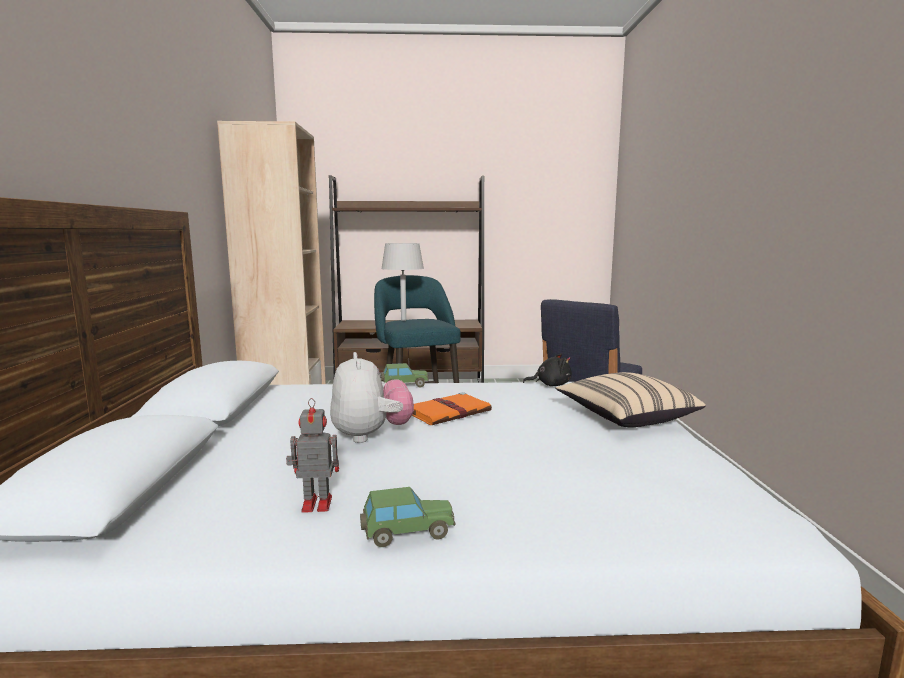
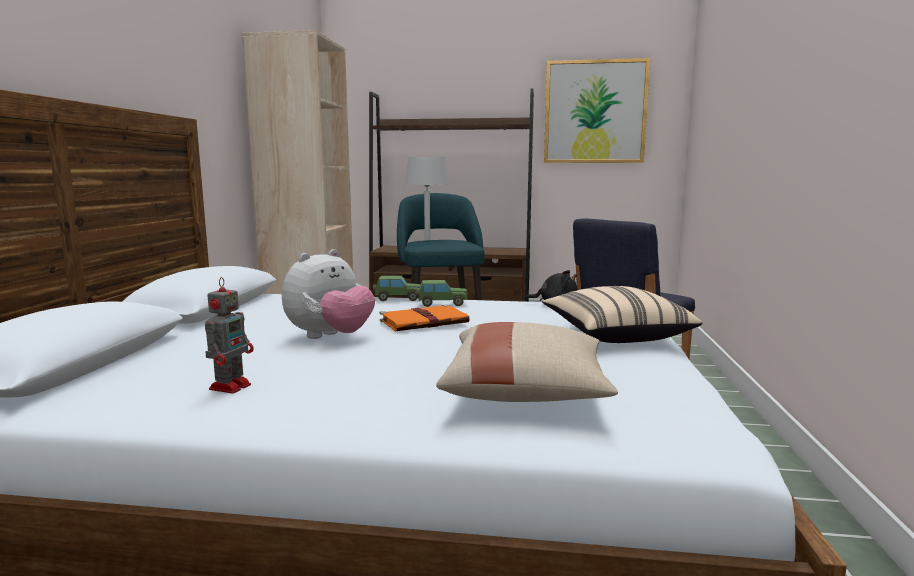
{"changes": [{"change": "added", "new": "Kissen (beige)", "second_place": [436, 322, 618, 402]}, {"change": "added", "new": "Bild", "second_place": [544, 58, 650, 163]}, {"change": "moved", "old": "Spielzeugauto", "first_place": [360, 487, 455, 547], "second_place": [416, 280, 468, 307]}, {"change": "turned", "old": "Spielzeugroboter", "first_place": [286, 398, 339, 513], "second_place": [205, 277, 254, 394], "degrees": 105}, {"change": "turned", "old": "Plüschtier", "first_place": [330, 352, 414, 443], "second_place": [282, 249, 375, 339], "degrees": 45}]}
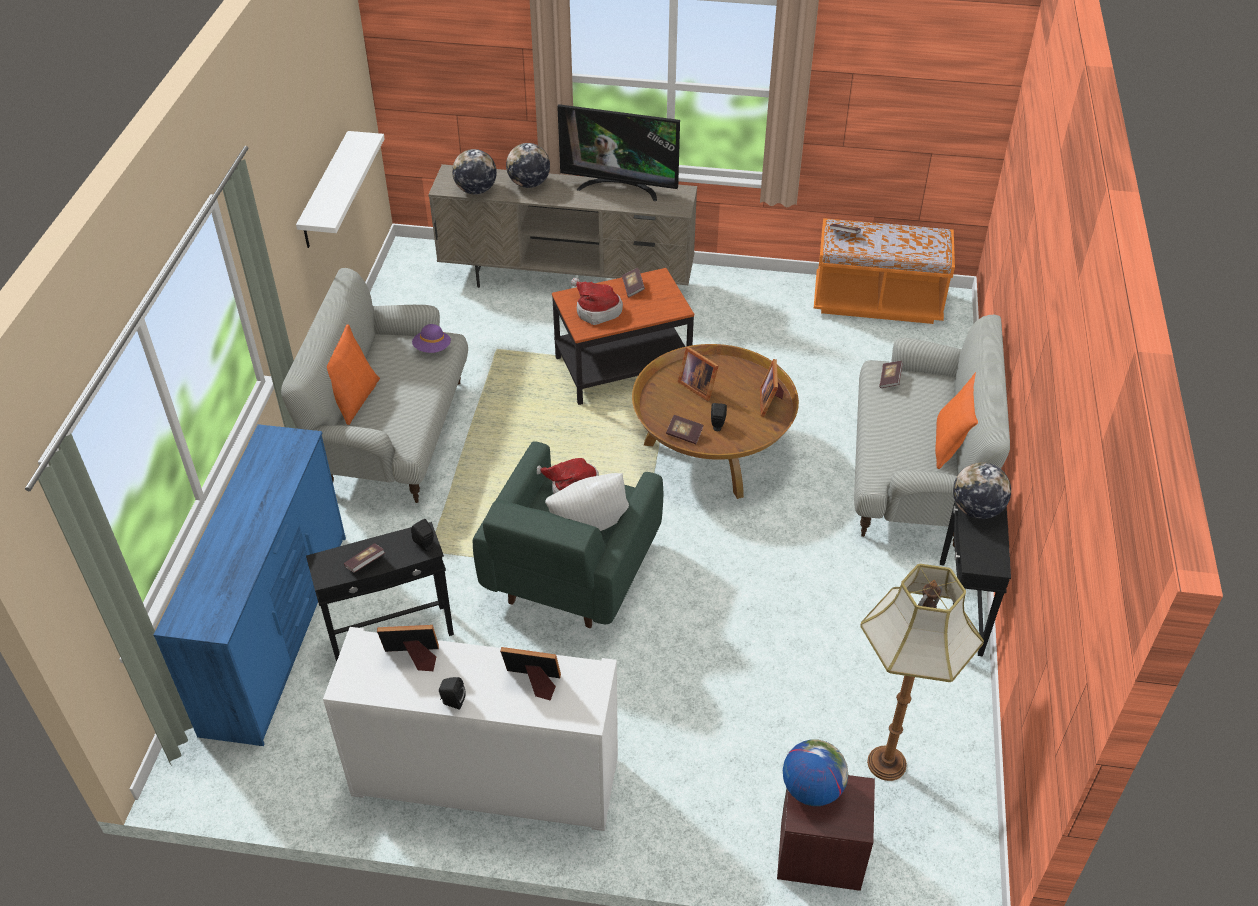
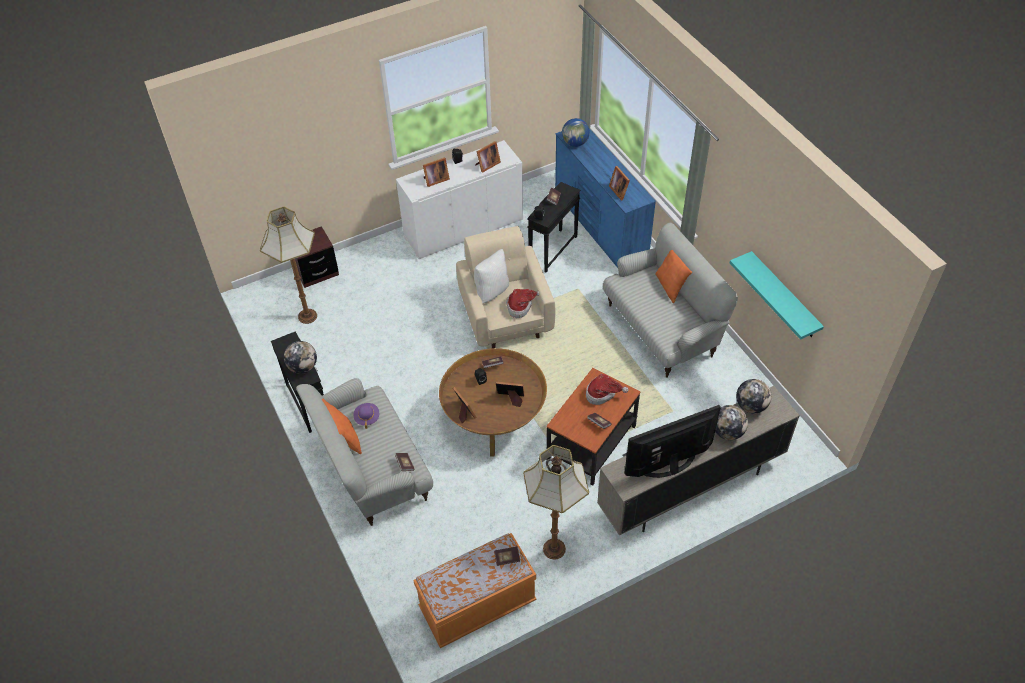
{"changes": [{"change": "added", "new": "Stehlampe", "second_place": [523, 445, 589, 560]}, {"change": "added", "new": "Bilderrahmen", "second_place": [609, 166, 630, 201]}, {"change": "moved", "old": "Hut (lila)", "first_place": [412, 324, 451, 353], "second_place": [353, 403, 379, 429]}, {"change": "moved", "old": "Globus", "first_place": [783, 740, 848, 806], "second_place": [562, 118, 590, 147]}, {"change": "recoloured", "old": "Wandregal (weiß)", "new": "Wandregal (türkis)", "first_place": [296, 131, 385, 248], "second_place": [730, 251, 824, 340]}, {"change": "recoloured", "old": "Sessel (grün)", "new": "Sessel (beige)", "first_place": [473, 441, 663, 628], "second_place": [456, 226, 555, 348]}]}
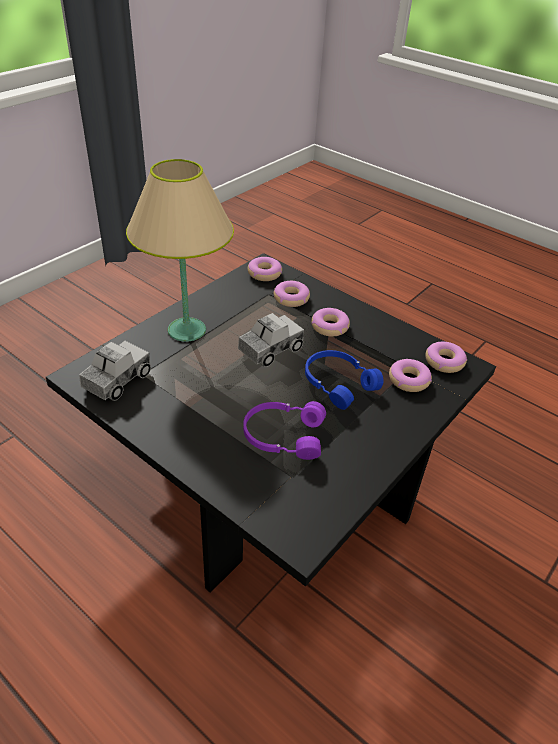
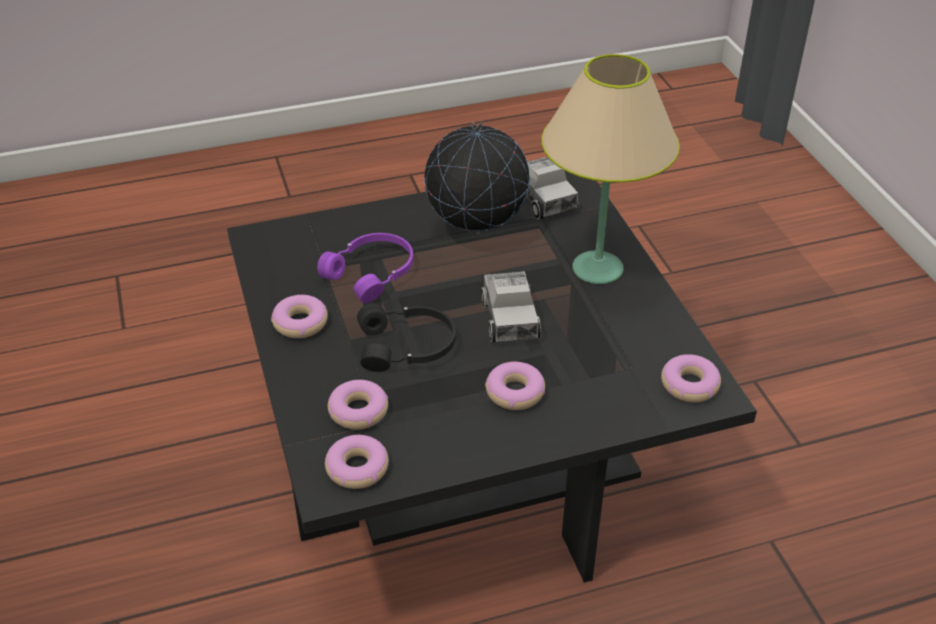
{"changes": [{"change": "added", "new": "Globus", "second_place": [424, 122, 530, 234]}, {"change": "moved", "old": "Donut", "first_place": [273, 281, 310, 307], "second_place": [271, 295, 328, 338]}, {"change": "recoloured", "old": "Kopfhörer (blau)", "new": "Kopfhörer (schwarz)", "first_place": [305, 350, 384, 410], "second_place": [357, 304, 456, 372]}]}
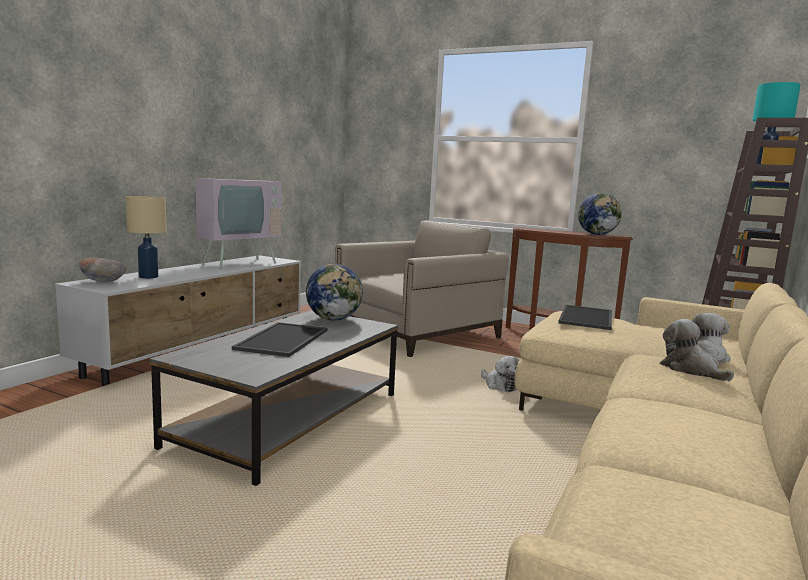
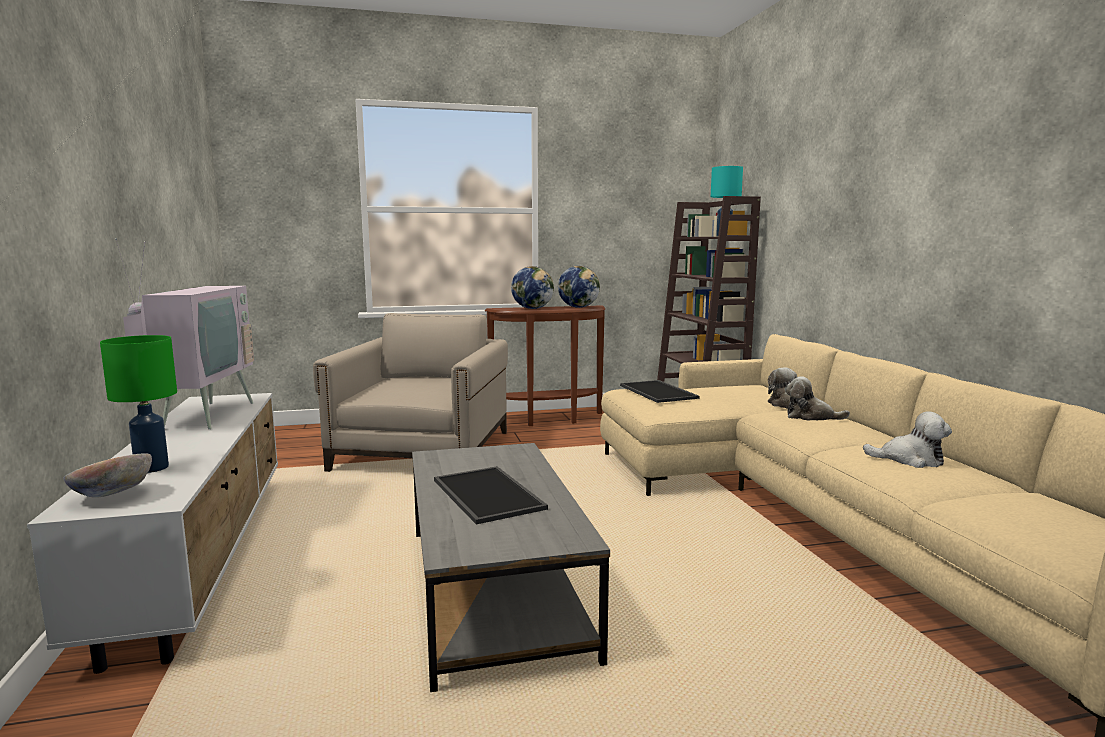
{"changes": [{"change": "moved", "old": "Globus", "first_place": [306, 264, 363, 320], "second_place": [511, 266, 554, 309]}, {"change": "moved", "old": "Plüschtier", "first_place": [481, 356, 519, 392], "second_place": [863, 411, 952, 468]}, {"change": "recoloured", "old": "Tischlampe (beige)", "new": "Tischlampe (grün)", "first_place": [126, 196, 167, 279], "second_place": [100, 335, 177, 473]}]}
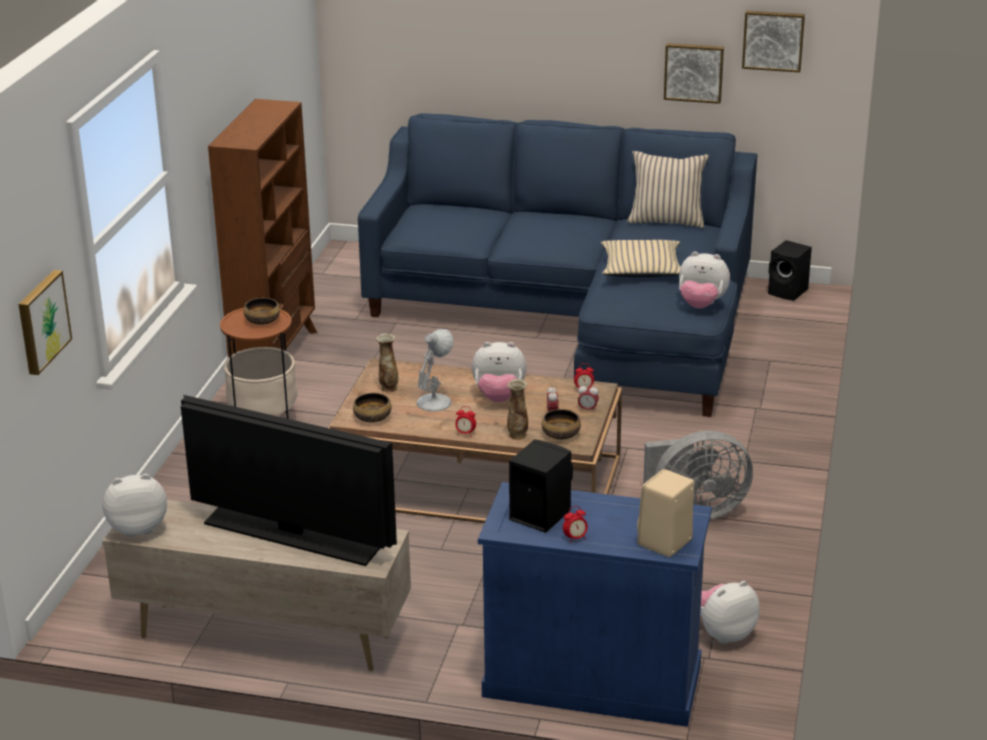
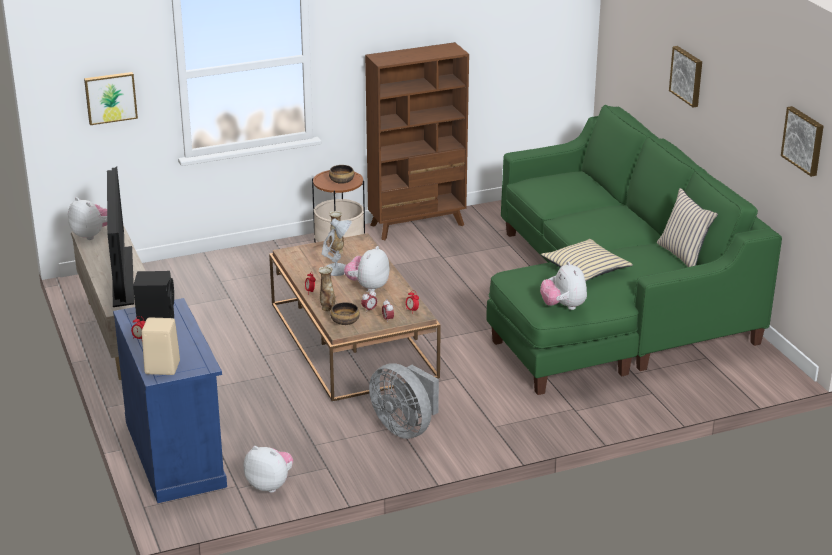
{"changes": [{"change": "removed", "old": "Schüssel", "first_place": [353, 393, 392, 423]}, {"change": "removed", "old": "Lautsprecher (schwarz)", "first_place": [768, 240, 812, 301]}, {"change": "moved", "old": "Bild", "first_place": [664, 43, 724, 104], "second_place": [669, 46, 702, 107]}, {"change": "recoloured", "old": "Sofa (blau)", "new": "Sofa (grün)", "first_place": [358, 113, 758, 417], "second_place": [487, 105, 782, 395]}, {"change": "turned", "old": "Plüschtier", "first_place": [472, 342, 527, 402], "second_place": [344, 246, 390, 292], "degrees": 60}]}
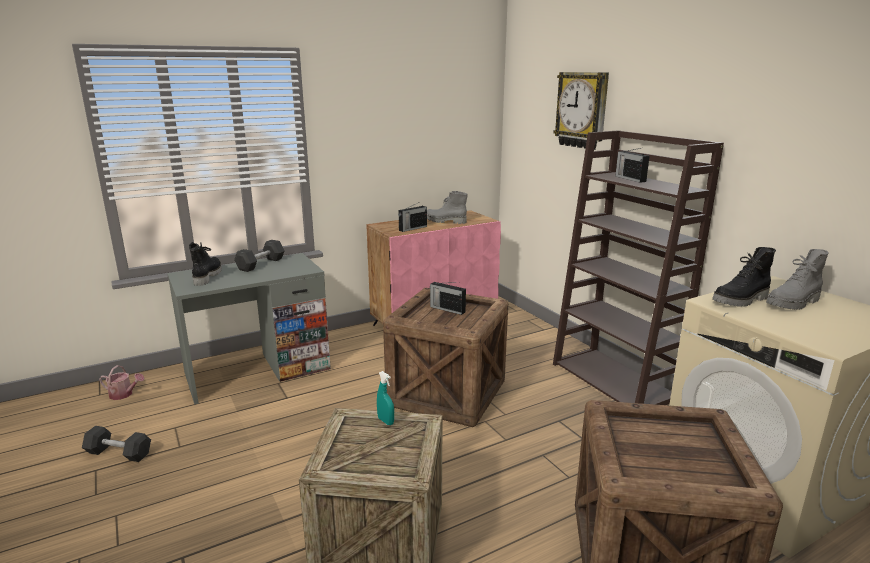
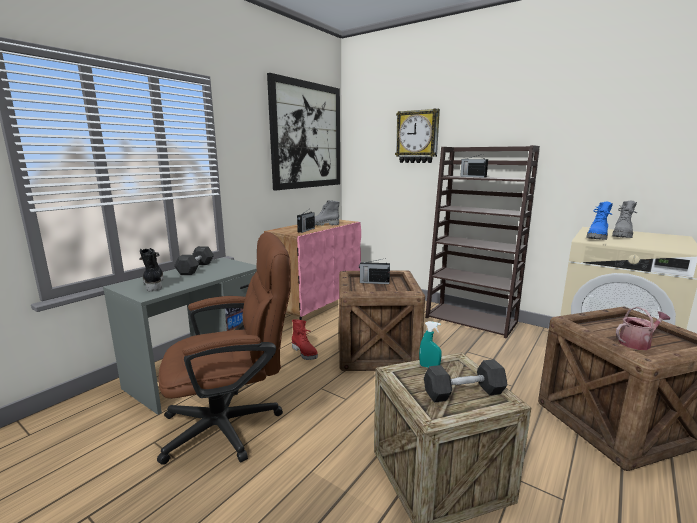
{"changes": [{"change": "added", "new": "Bürostuhl (braun)", "second_place": [157, 232, 291, 465]}, {"change": "added", "new": "Bild", "second_place": [267, 73, 340, 190]}, {"change": "added", "new": "Stiefel (rot)", "second_place": [292, 319, 318, 360]}, {"change": "moved", "old": "Hantel (grau)", "first_place": [82, 426, 151, 462], "second_place": [424, 359, 507, 403]}, {"change": "moved", "old": "Gießkanne", "first_place": [99, 365, 145, 400], "second_place": [616, 307, 670, 350]}, {"change": "recoloured", "old": "Stiefel (schwarz)", "new": "Stiefel (blau)", "first_place": [712, 247, 776, 307], "second_place": [586, 202, 613, 240]}]}
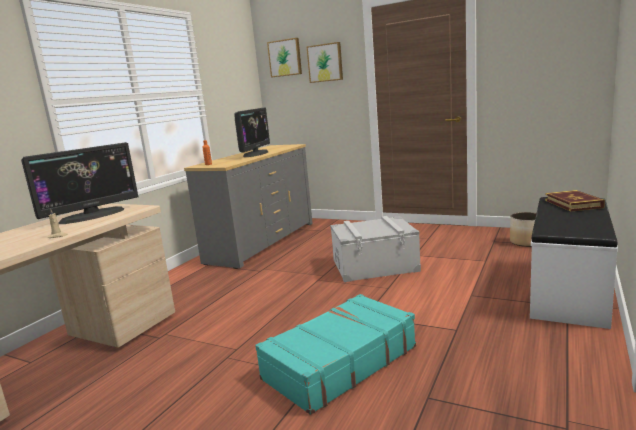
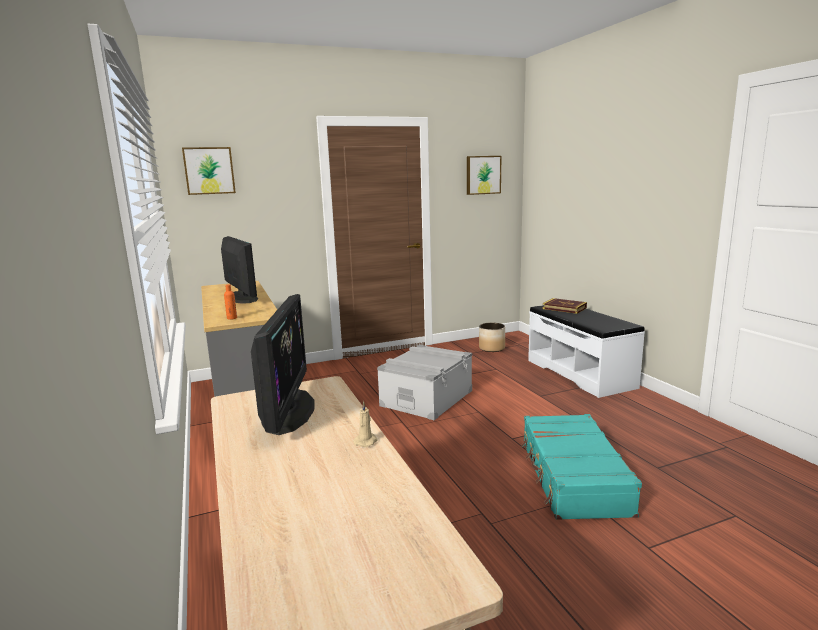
{"changes": [{"change": "moved", "old": "Bild", "first_place": [307, 42, 343, 83], "second_place": [467, 156, 501, 195]}]}
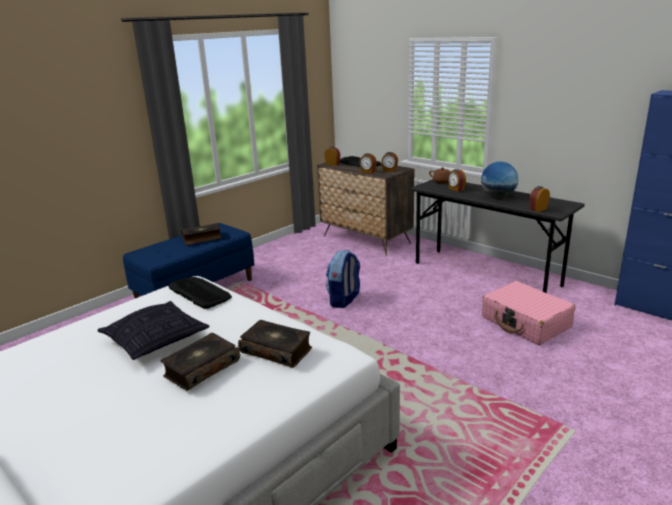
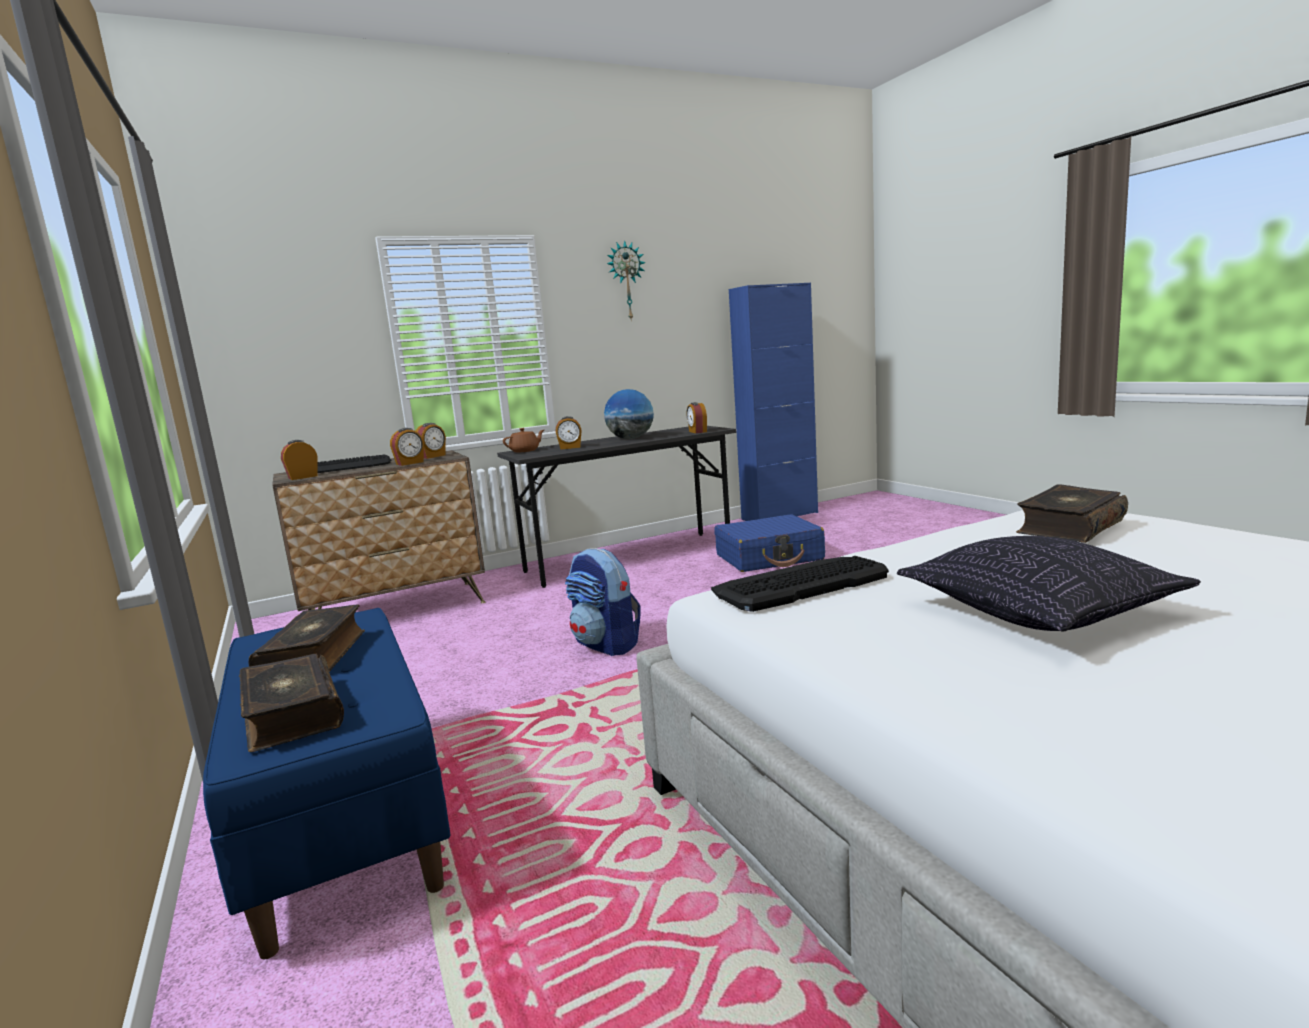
{"changes": [{"change": "added", "new": "Wanduhr", "second_place": [607, 240, 646, 319]}, {"change": "moved", "old": "Buch", "first_place": [160, 333, 240, 391], "second_place": [239, 653, 344, 752]}, {"change": "recoloured", "old": "Koffer (rosa)", "new": "Koffer (blau)", "first_place": [482, 281, 575, 345], "second_place": [715, 514, 825, 572]}]}
